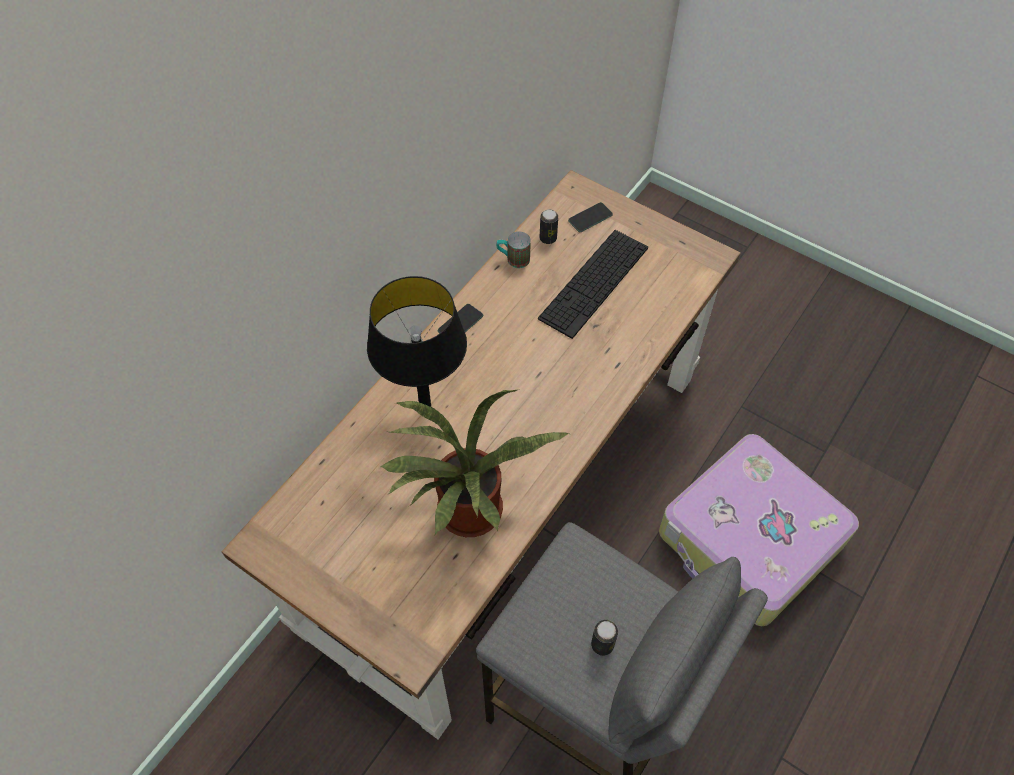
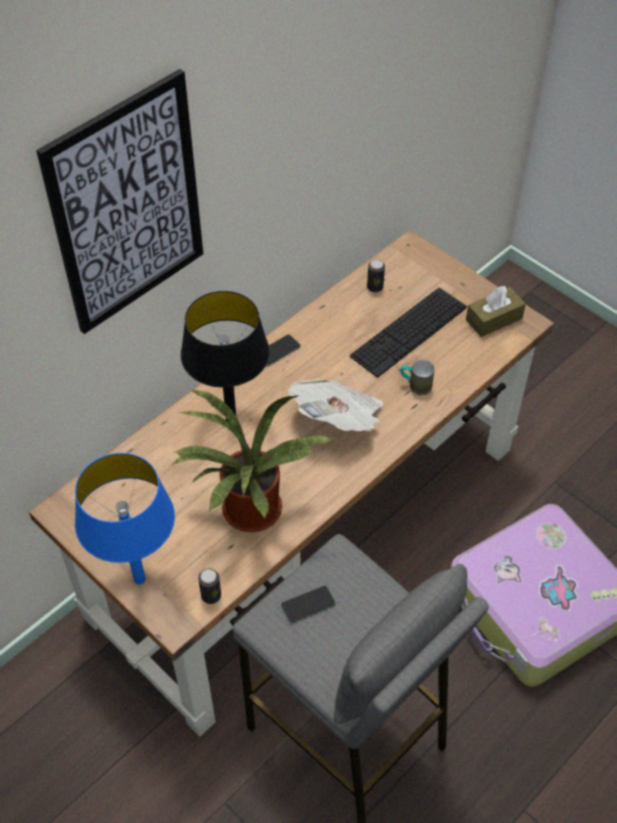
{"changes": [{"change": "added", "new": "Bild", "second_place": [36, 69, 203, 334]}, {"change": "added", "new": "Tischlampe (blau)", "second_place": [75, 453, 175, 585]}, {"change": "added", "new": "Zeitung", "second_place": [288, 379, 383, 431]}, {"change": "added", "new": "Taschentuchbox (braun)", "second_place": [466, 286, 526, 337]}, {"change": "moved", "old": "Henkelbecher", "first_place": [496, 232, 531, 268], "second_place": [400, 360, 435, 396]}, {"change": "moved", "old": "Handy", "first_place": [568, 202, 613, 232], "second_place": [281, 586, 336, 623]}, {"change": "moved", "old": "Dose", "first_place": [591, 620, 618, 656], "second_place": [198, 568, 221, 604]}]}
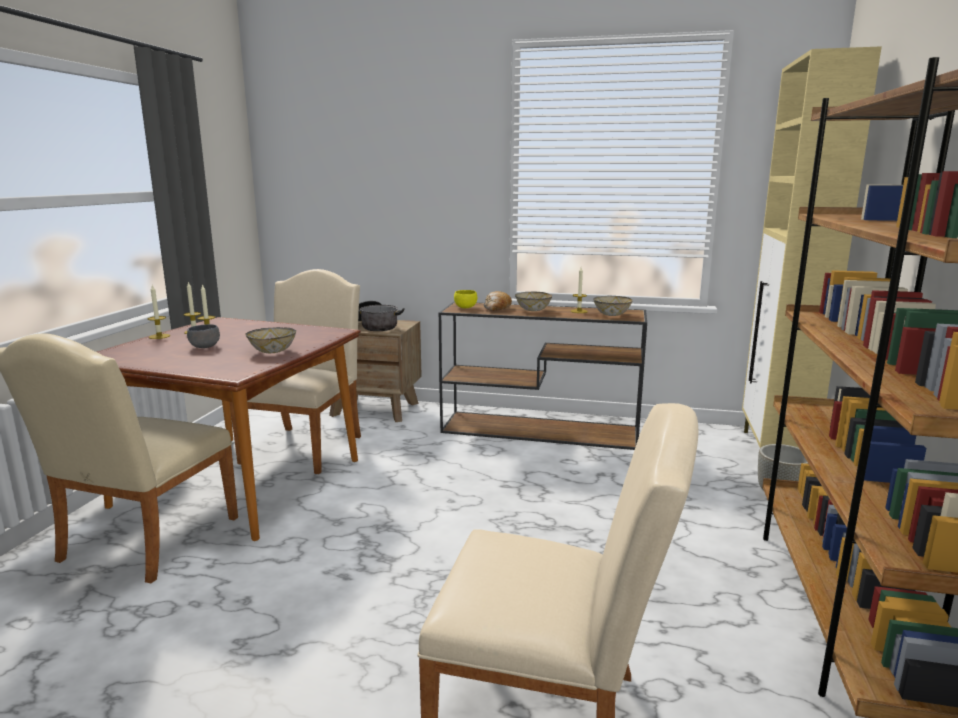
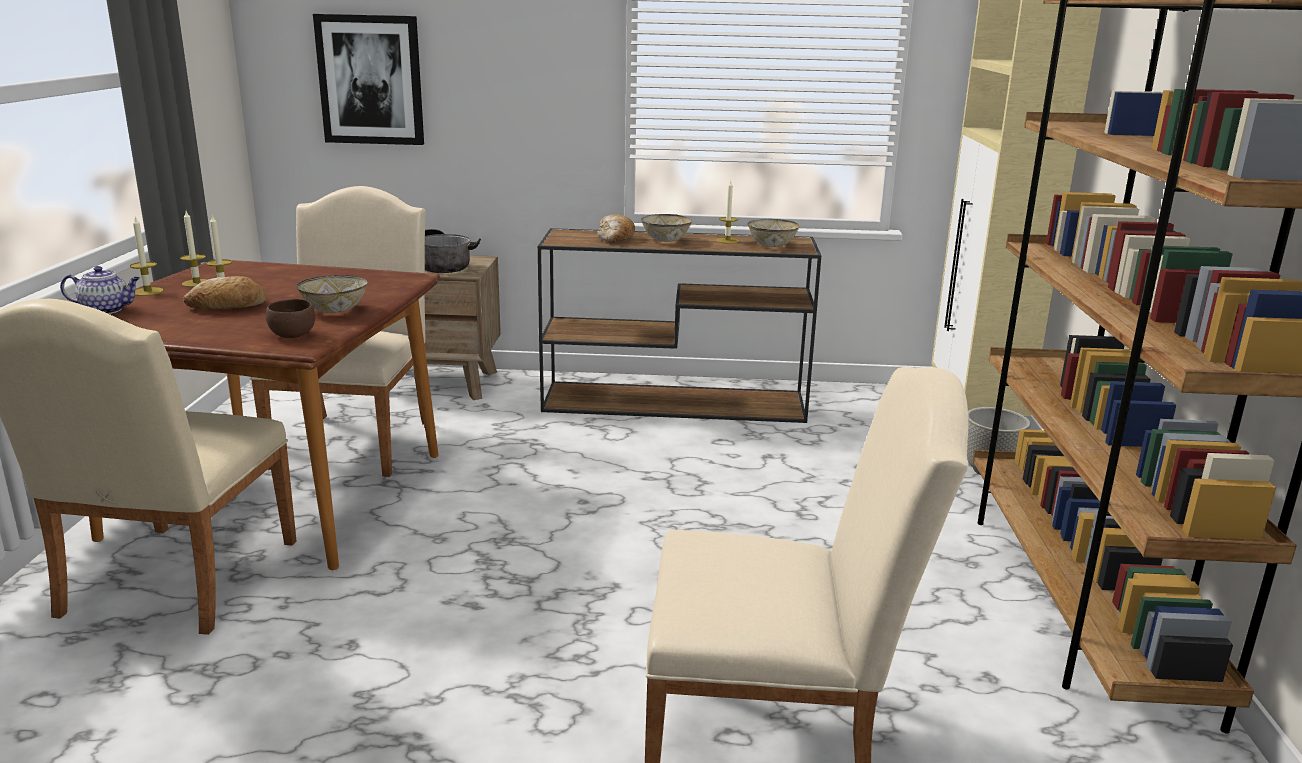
{"changes": [{"change": "removed", "old": "Schüssel (gelb)", "first_place": [454, 290, 477, 308]}, {"change": "added", "new": "Teekanne", "second_place": [60, 266, 140, 314]}, {"change": "added", "new": "Schüssel (braun)", "second_place": [266, 299, 315, 338]}, {"change": "added", "new": "Bild", "second_place": [313, 14, 424, 145]}, {"change": "replaced", "old": "Schüssel (grau)", "new": "Brot", "first_place": [187, 324, 220, 348], "second_place": [183, 276, 266, 310]}]}
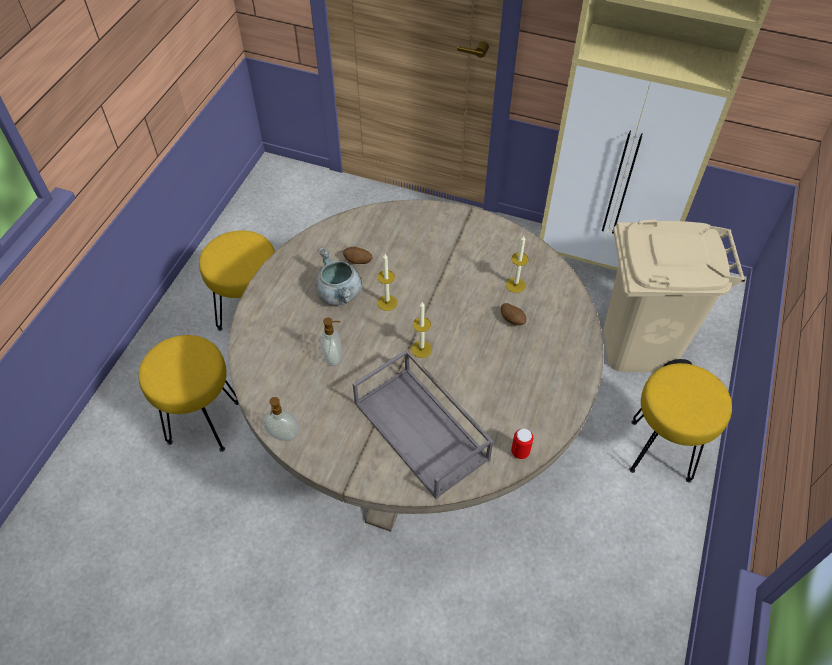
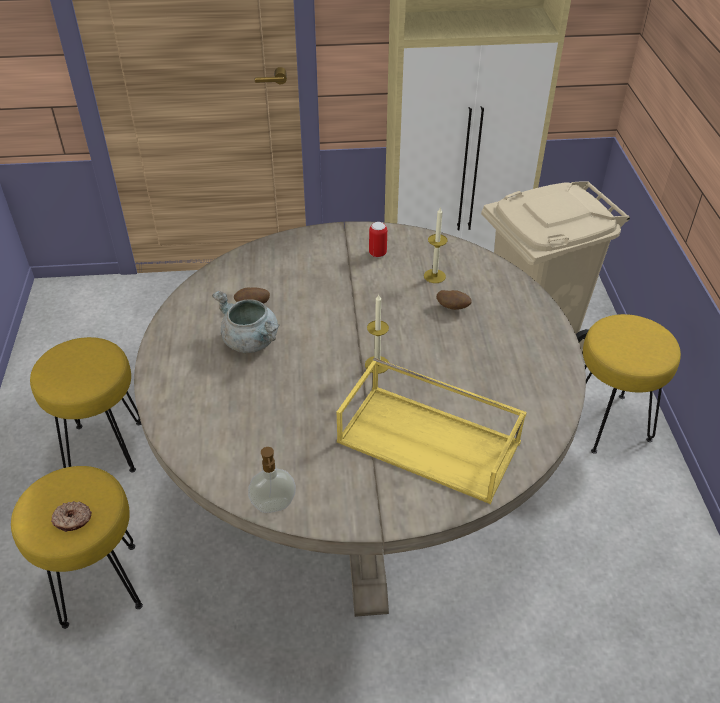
{"changes": [{"change": "removed", "old": "Seifenspender", "first_place": [321, 317, 342, 366]}, {"change": "removed", "old": "Kerze", "first_place": [377, 254, 397, 311]}, {"change": "added", "new": "Donut", "second_place": [51, 501, 92, 532]}, {"change": "moved", "old": "Dose", "first_place": [511, 428, 533, 459], "second_place": [369, 222, 387, 257]}, {"change": "recoloured", "old": "Tablett (grau)", "new": "Tablett (gelb)", "first_place": [353, 349, 494, 499], "second_place": [337, 358, 527, 504]}]}
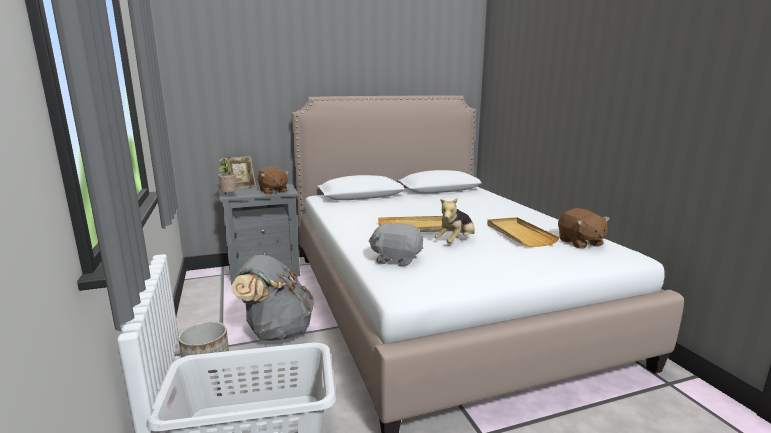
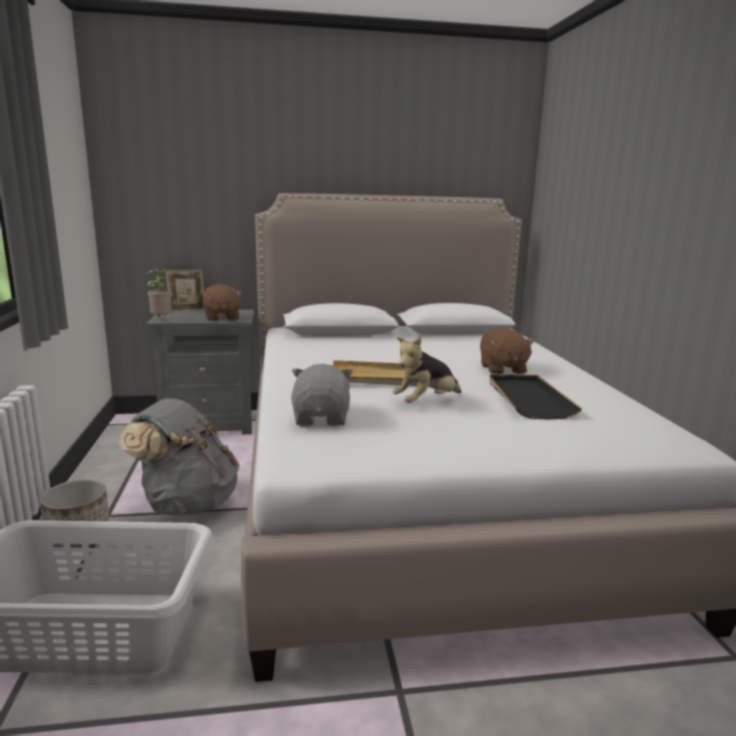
{"changes": [{"change": "moved", "old": "Plüschtier (braun)", "first_place": [558, 208, 610, 249], "second_place": [480, 327, 535, 375]}, {"change": "recoloured", "old": "Tablett (beige)", "new": "Tablett (schwarz)", "first_place": [487, 217, 560, 247], "second_place": [489, 375, 582, 420]}, {"change": "turned", "old": "Plüschtier (grau)", "first_place": [369, 222, 423, 267], "second_place": [291, 364, 353, 426], "degrees": 60}]}
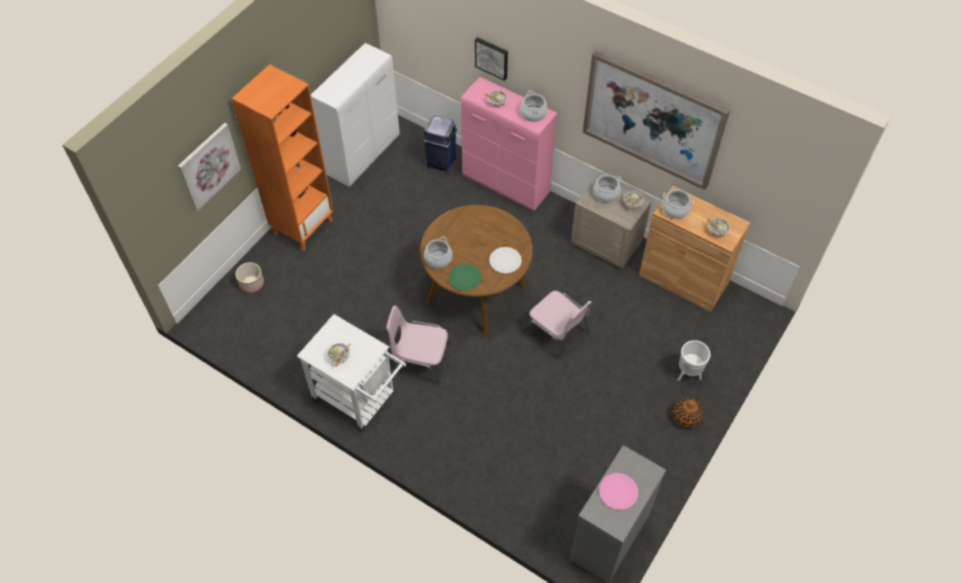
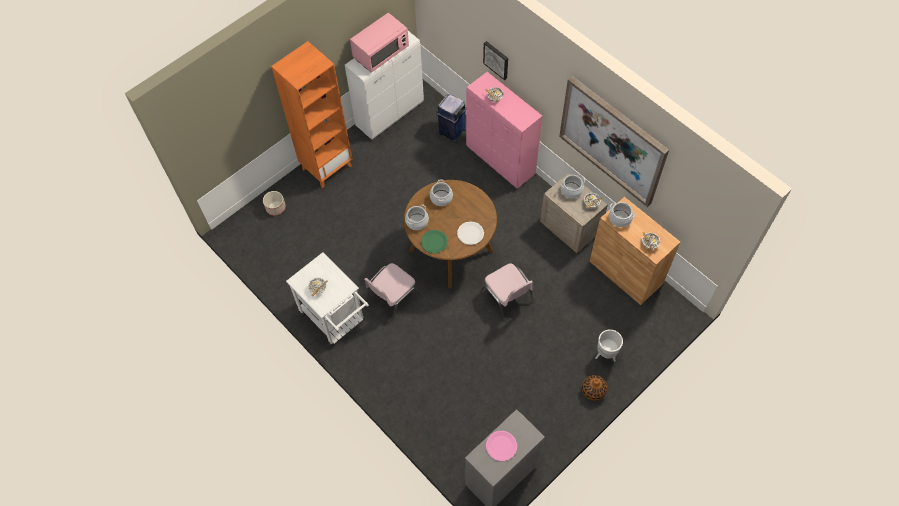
{"changes": [{"change": "removed", "old": "Bild", "first_place": [178, 123, 241, 211]}, {"change": "added", "new": "Mikrowelle (rosa)", "second_place": [350, 13, 409, 73]}, {"change": "moved", "old": "Kochtopf", "first_place": [520, 91, 548, 122], "second_place": [430, 179, 453, 206]}, {"change": "turned", "old": "Stuhl (rosa)", "first_place": [386, 306, 451, 385], "second_place": [364, 263, 421, 321], "degrees": -75}]}
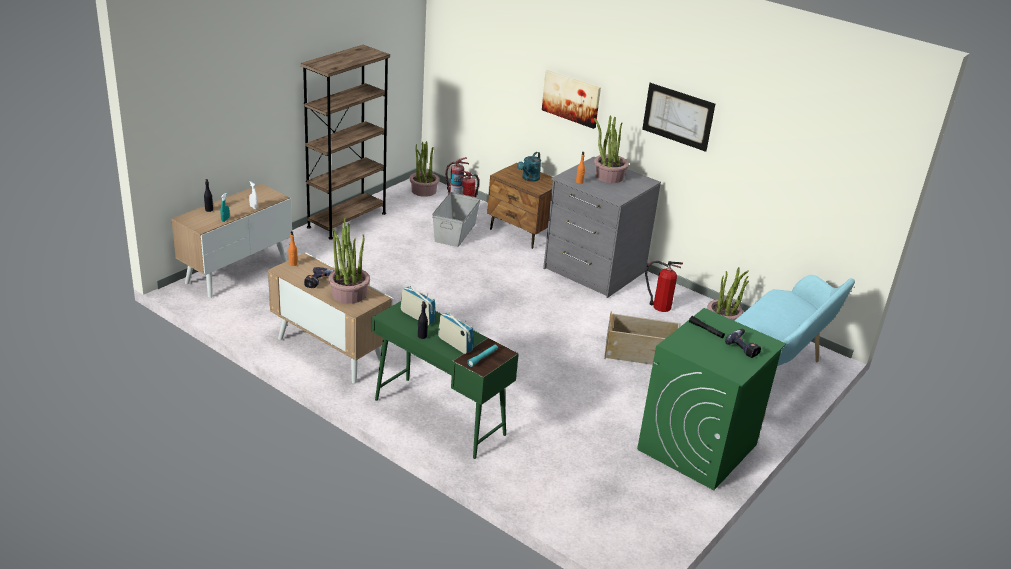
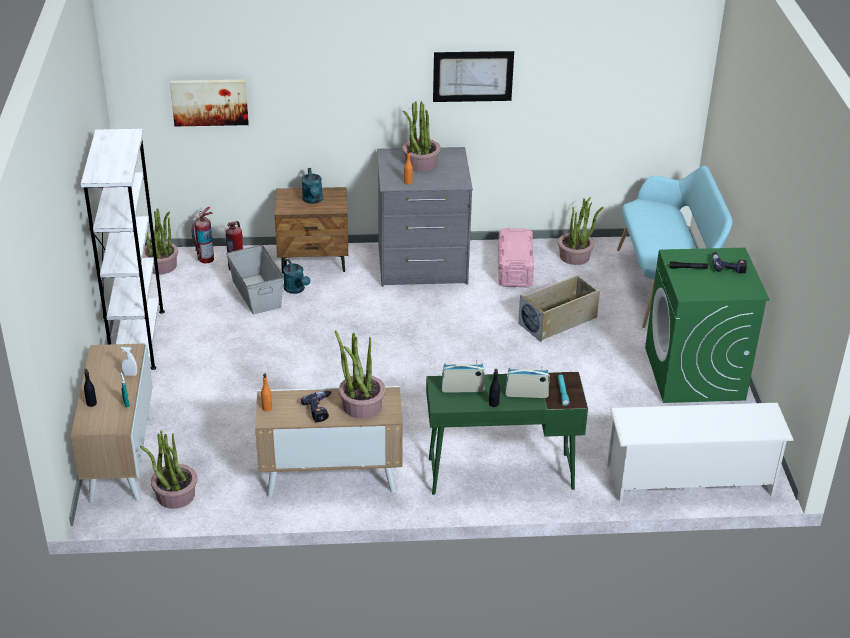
{"changes": [{"change": "added", "new": "Topfpflanze", "second_place": [140, 430, 197, 509]}, {"change": "added", "new": "Gießkanne (türkis)", "second_place": [283, 259, 310, 294]}, {"change": "added", "new": "Schuhregal (weiß)", "second_place": [607, 403, 794, 502]}, {"change": "moved", "old": "Bild", "first_place": [542, 70, 601, 129], "second_place": [170, 80, 249, 126]}, {"change": "replaced", "old": "Feuerlöscher", "new": "Aufbewahrungsbox (rosa)", "first_place": [645, 261, 683, 312], "second_place": [498, 227, 534, 287]}, {"change": "recoloured", "old": "Bücherregal (braun)", "new": "Bücherregal (weiß)", "first_place": [301, 45, 390, 239], "second_place": [81, 129, 165, 370]}]}
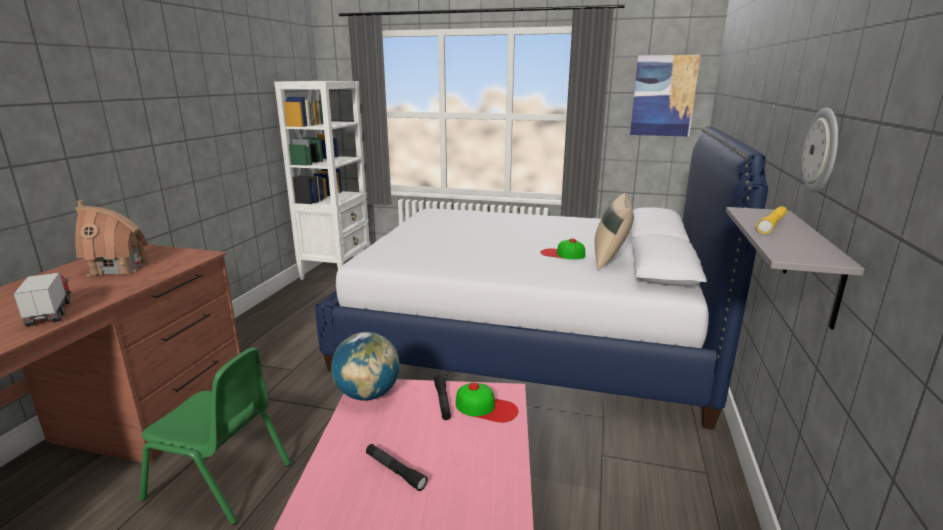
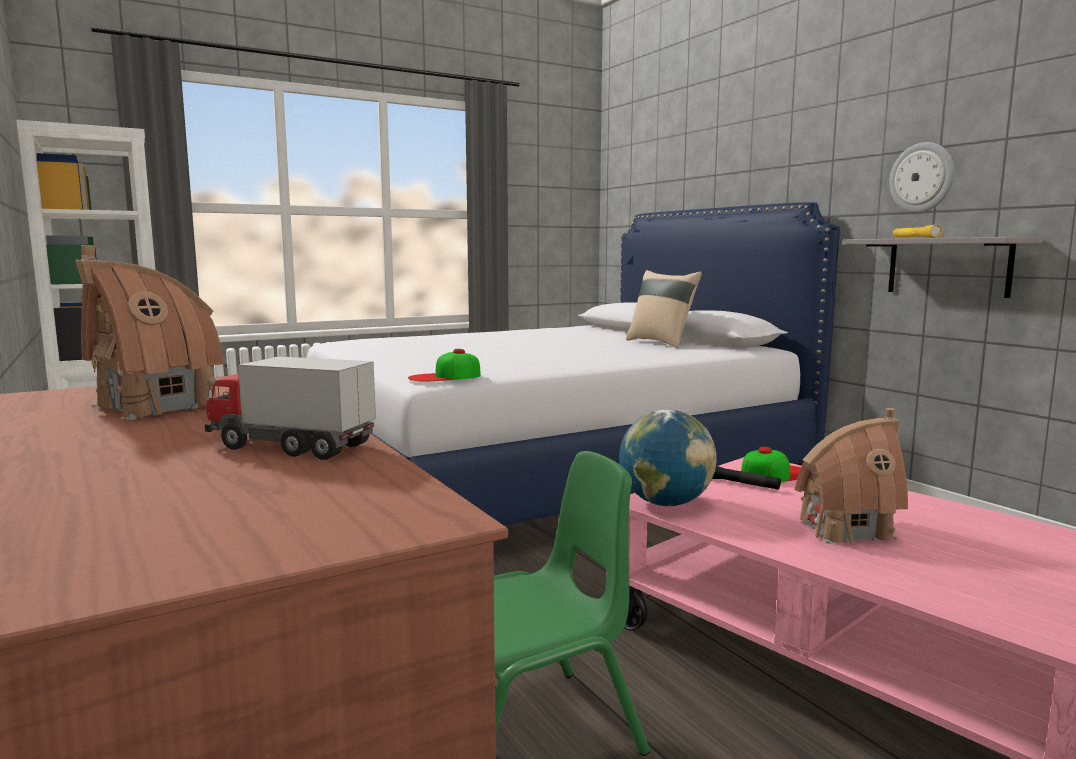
{"changes": [{"change": "removed", "old": "Bild", "first_place": [630, 55, 700, 136]}, {"change": "moved", "old": "Kappe", "first_place": [540, 239, 585, 259], "second_place": [408, 349, 481, 382]}, {"change": "replaced", "old": "Taschenlampe (schwarz)", "new": "Spielzeughaus", "first_place": [366, 444, 428, 491], "second_place": [795, 408, 908, 546]}]}
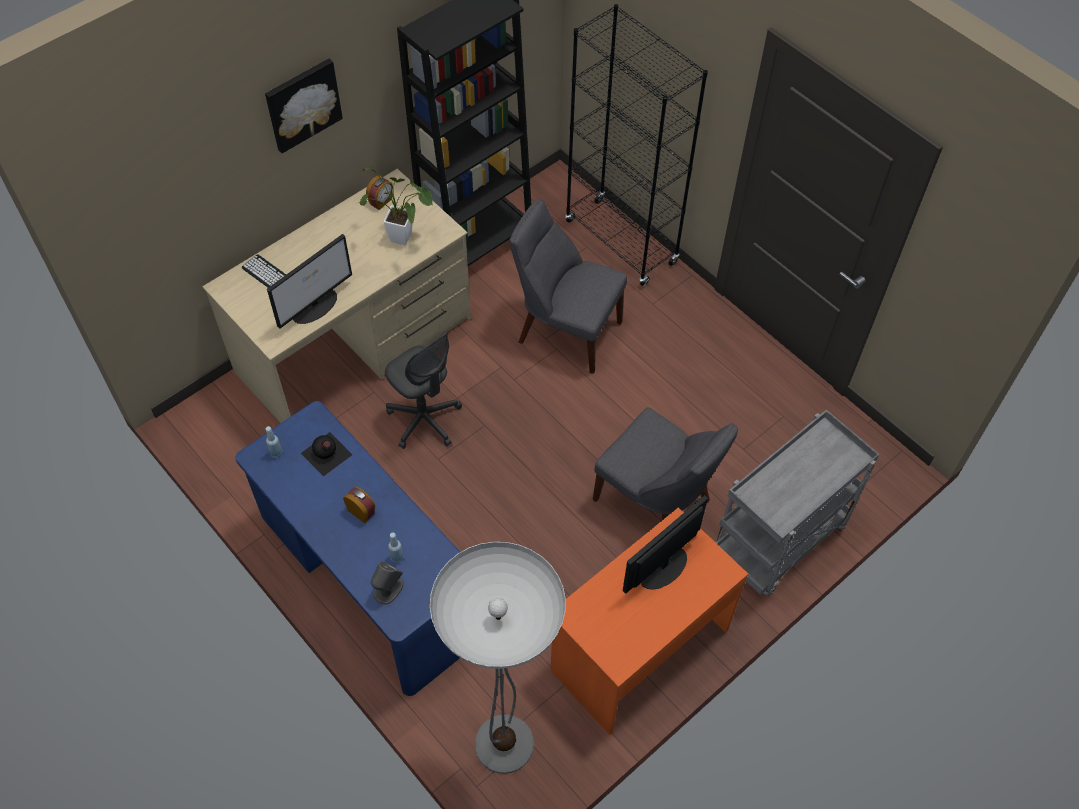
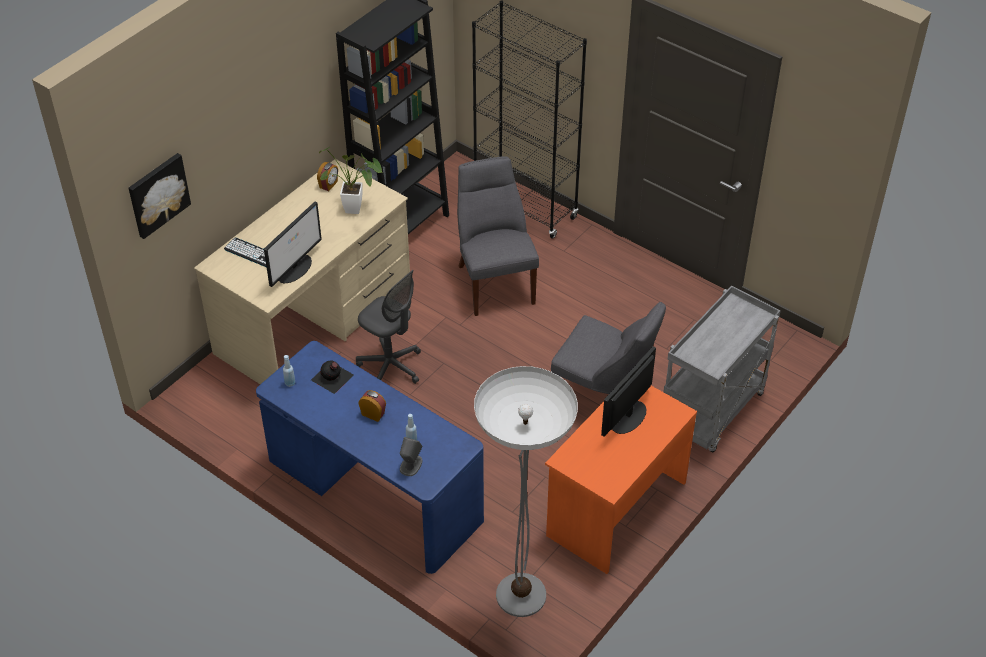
{"changes": [{"change": "moved", "old": "Bild", "first_place": [265, 59, 343, 153], "second_place": [129, 153, 191, 239]}, {"change": "turned", "old": "Stuhl (grau)", "first_place": [510, 200, 627, 374], "second_place": [457, 156, 539, 316], "degrees": 60}]}
